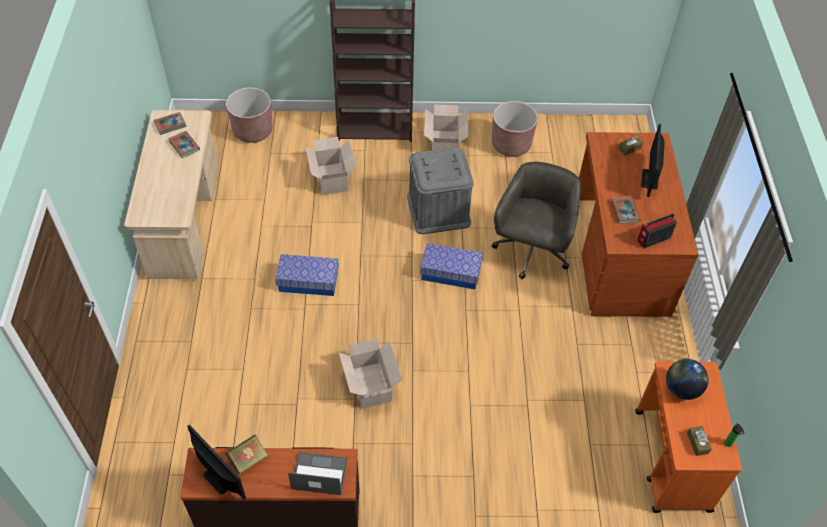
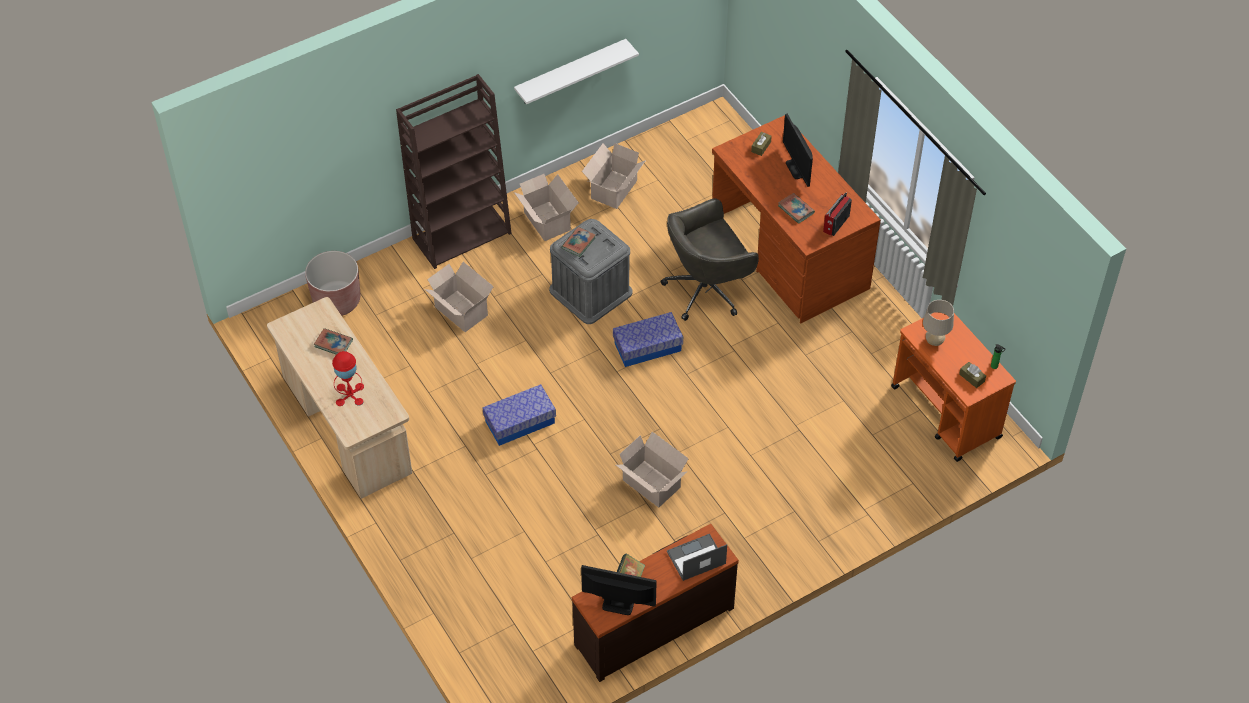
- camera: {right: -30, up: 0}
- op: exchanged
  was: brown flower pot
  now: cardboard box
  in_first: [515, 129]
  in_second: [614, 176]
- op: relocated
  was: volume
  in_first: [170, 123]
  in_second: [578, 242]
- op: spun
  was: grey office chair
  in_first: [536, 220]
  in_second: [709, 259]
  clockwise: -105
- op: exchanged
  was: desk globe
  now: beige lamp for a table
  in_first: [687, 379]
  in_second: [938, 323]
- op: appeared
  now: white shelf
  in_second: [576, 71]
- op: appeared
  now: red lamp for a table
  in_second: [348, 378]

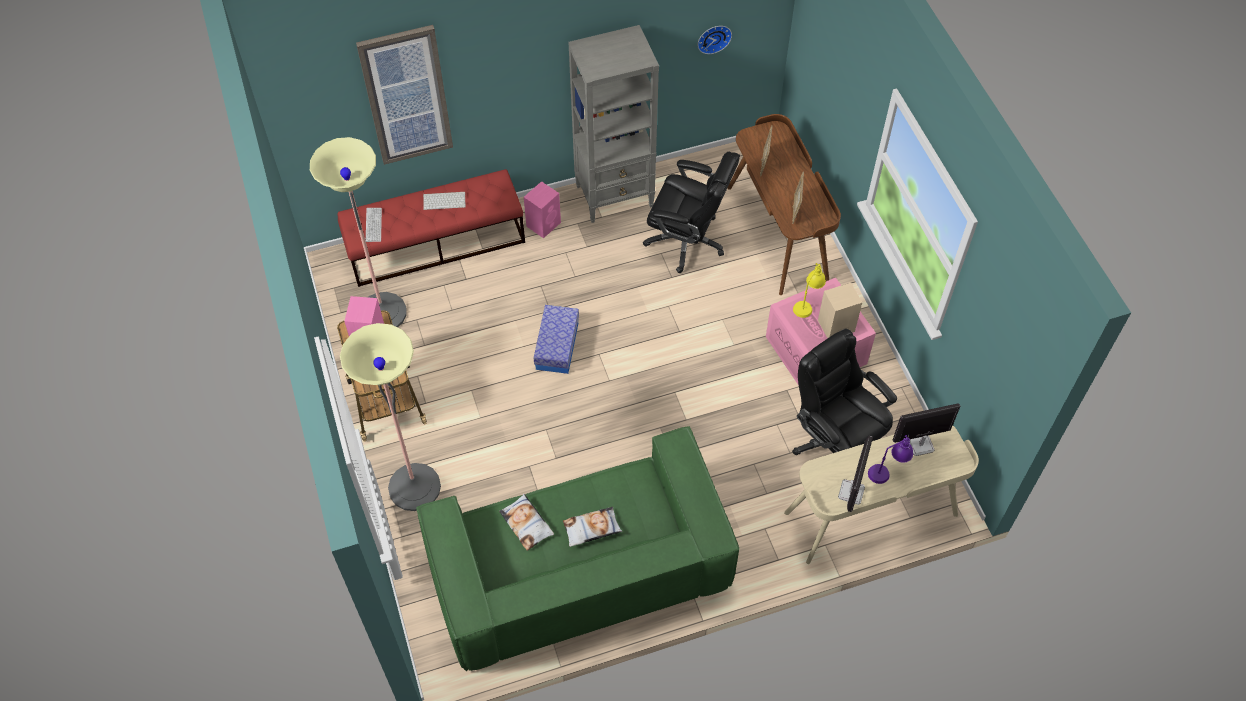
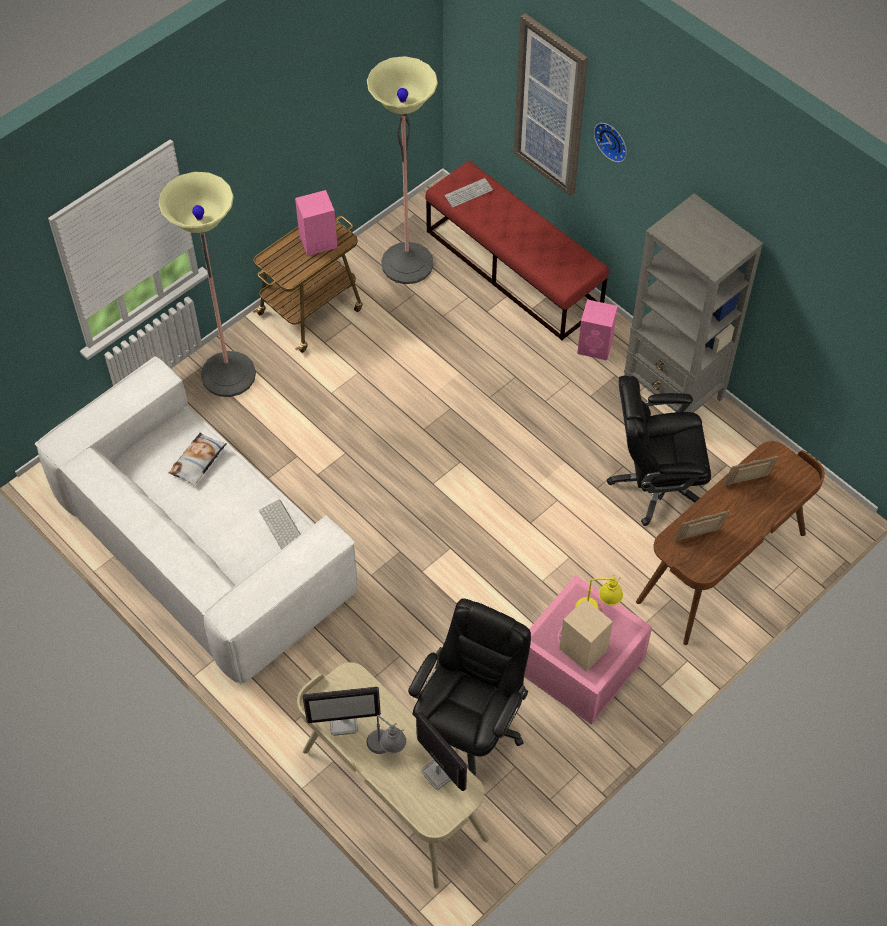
- camera: {right: 65, up: 0}
- op: relocated
  was: clock on the wall
  in_first: [715, 40]
  in_second: [610, 142]
- op: spun
  was: black-coloured office chair
  in_first: [691, 212]
  in_second: [659, 450]
  clockwise: 90
- op: relocated
  was: PC keyboard
  in_first: [444, 201]
  in_second: [280, 524]
- op: missing
  was: storage bin
  in_first: [556, 339]
- op: colour
  was: greenish couch
  now: white couch
  in_first: [578, 548]
  in_second: [196, 520]
- op: colour
  was: purple-coloured lamp for a table
  now: grey lamp for a table
  in_first: [890, 459]
  in_second: [386, 734]
- op: missing
  was: throw pillow
  in_first: [592, 527]

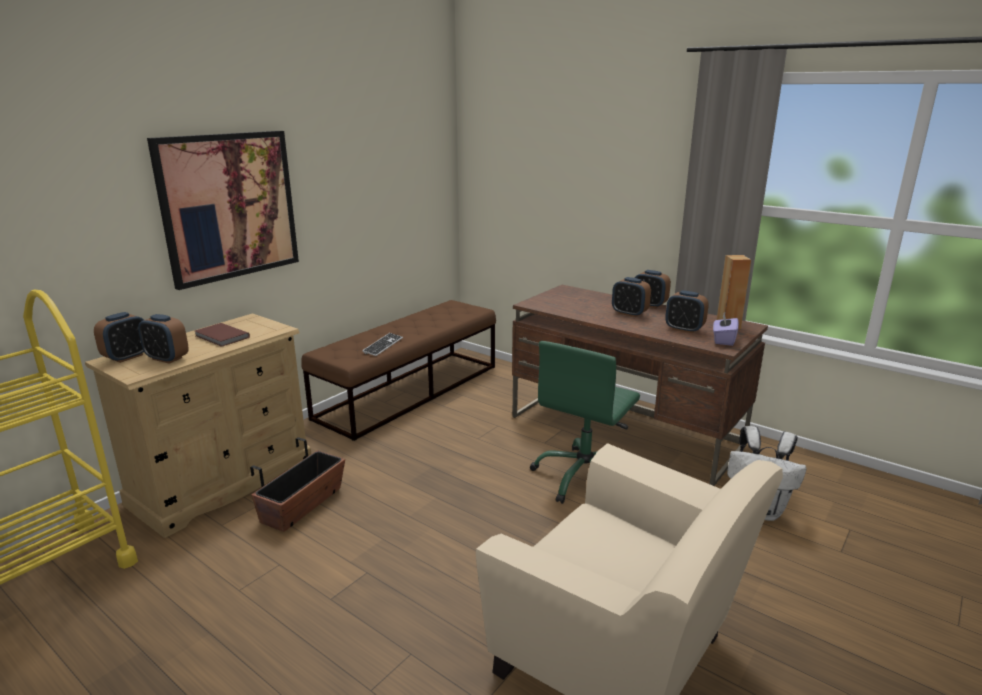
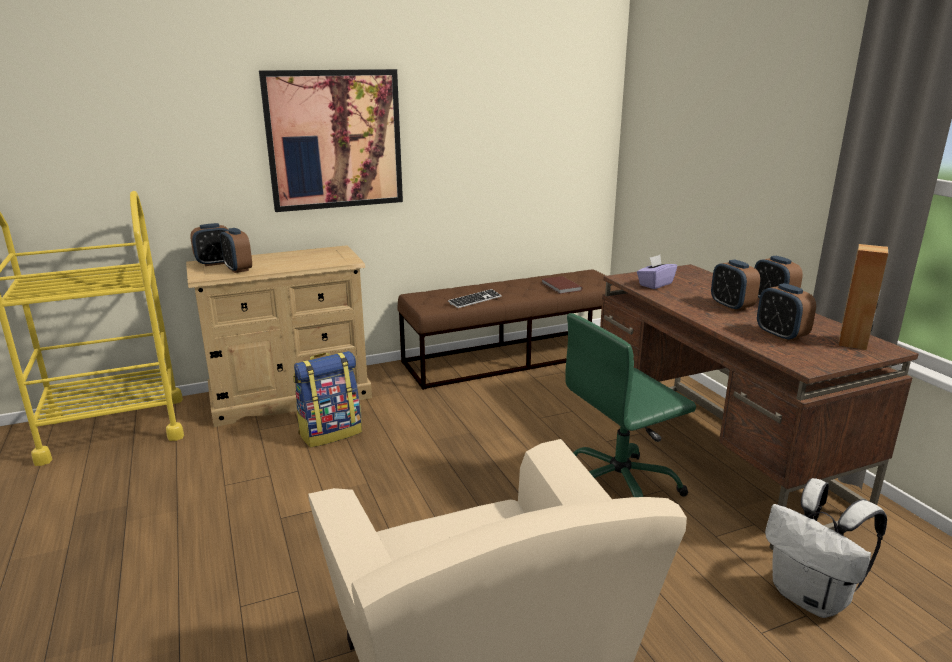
- camera: {right: 30, up: 0}
- op: relocated
  was: purple-coloured tissue holder
  in_first: [726, 329]
  in_second: [657, 272]
- op: relocated
  was: brown volume
  in_first: [222, 335]
  in_second: [562, 285]
- op: exchanged
  was: flower pot
  now: knapsack
  in_first: [297, 484]
  in_second: [327, 399]

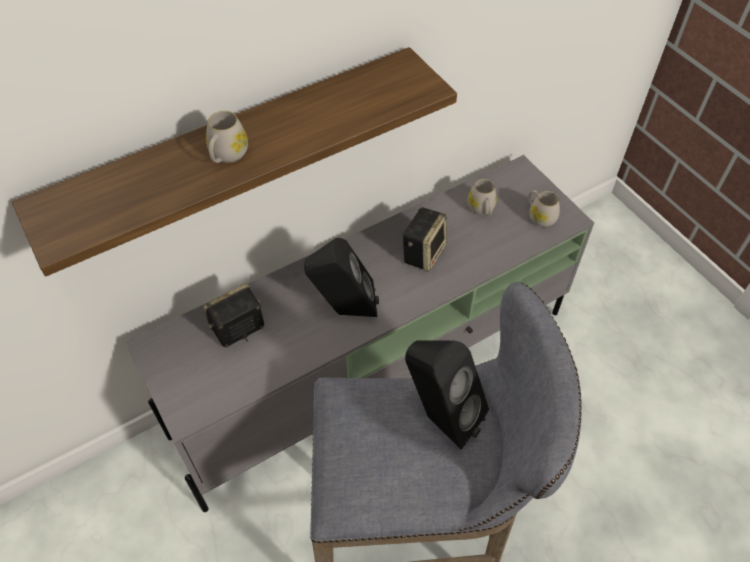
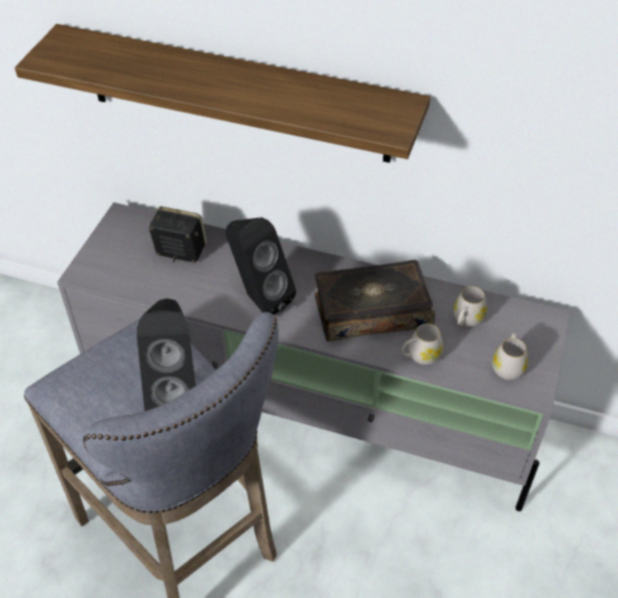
- camera: {right: 50, up: -5}
- op: relocated
  was: white coffee mug
  in_first: [227, 137]
  in_second: [422, 344]
- op: exchanged
  was: speaker
  now: volume
  in_first: [424, 239]
  in_second: [374, 300]

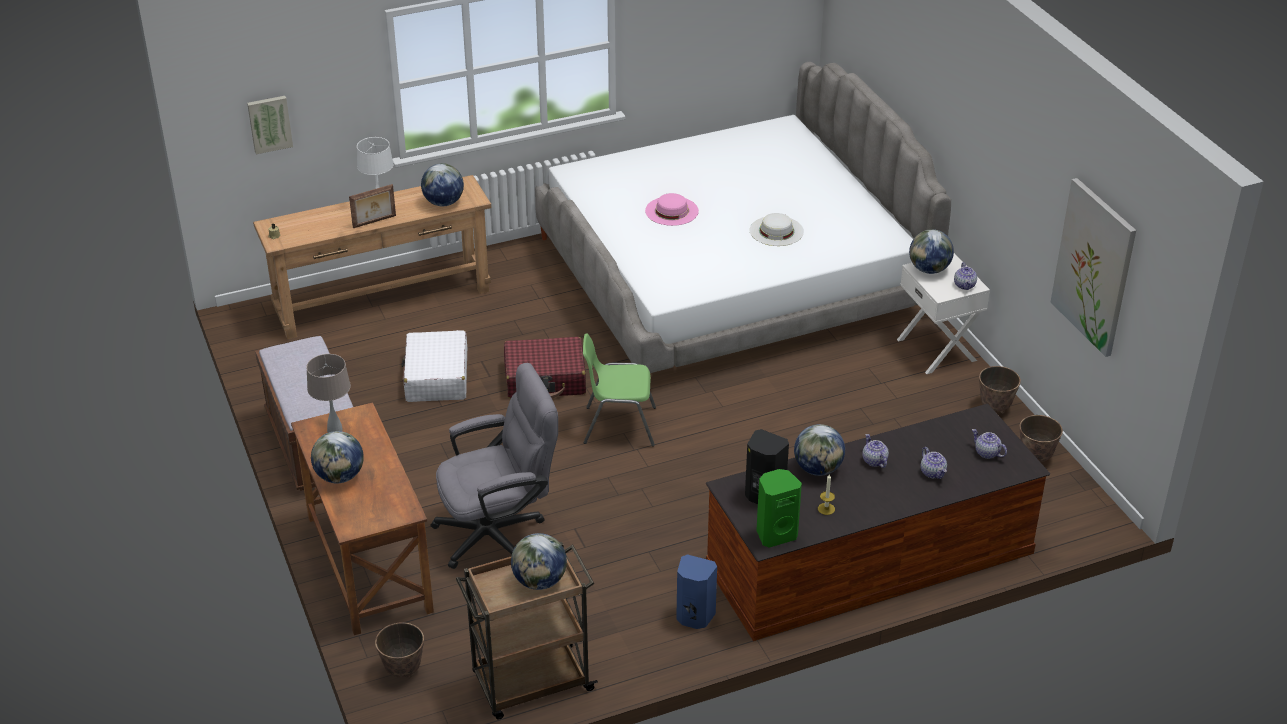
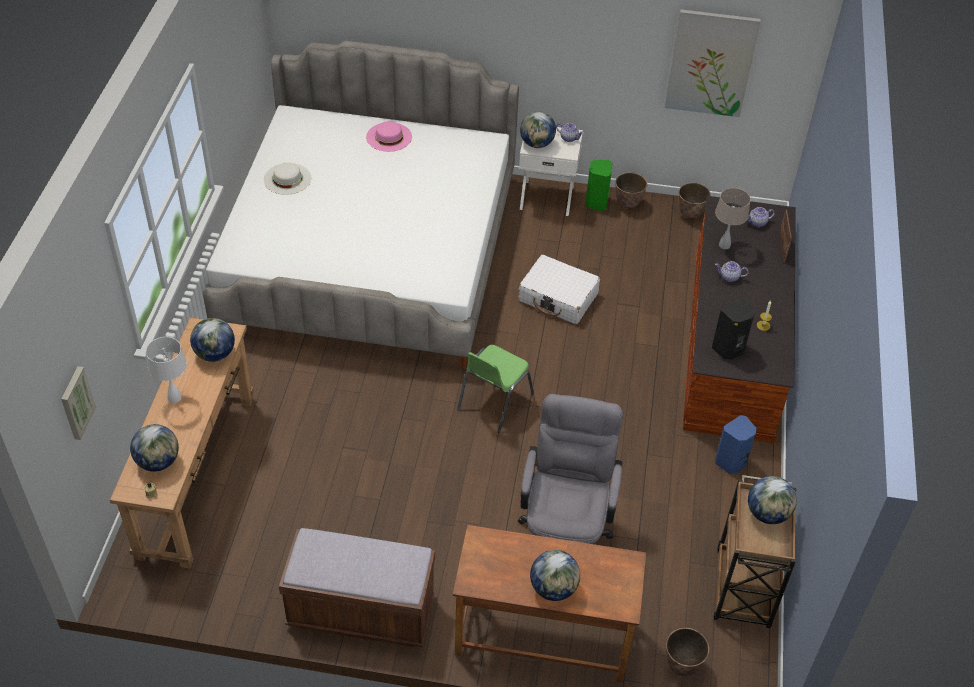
- camera: {right: -60, up: 10}
- op: relocated
  was: picture frame
  in_first: [372, 206]
  in_second: [785, 236]
- op: relocated
  was: pinkish hat
  in_first: [672, 209]
  in_second: [389, 136]
- op: relocated
  was: white hat
  in_first: [777, 229]
  in_second: [287, 179]
- op: relocated
  was: white piece of luggage
  in_first: [434, 366]
  in_second: [559, 289]
- op: missing
  was: red piece of luggage
  in_first: [545, 367]
- op: relocated
  was: beige lamp for a table
  in_first: [328, 393]
  in_second: [733, 218]
- op: relocated
  was: desk globe
  in_first: [819, 450]
  in_second: [154, 448]
- op: missing
  was: tea pot
  in_first: [934, 463]
- op: relocated
  was: greenish speaker
  in_first: [779, 508]
  in_second: [599, 185]

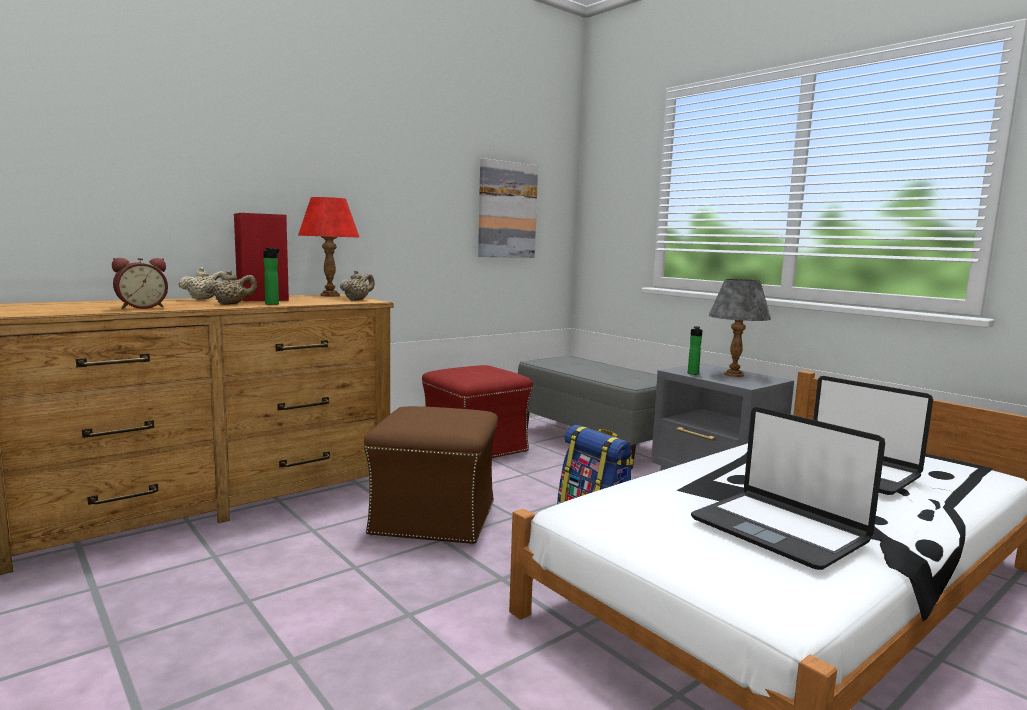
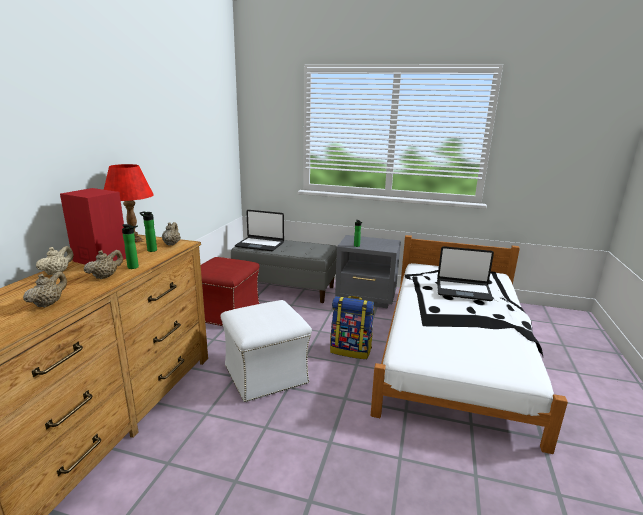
- camera: {right: -35, up: 10}
- op: missing
  was: wall art
  in_first: [508, 208]
- op: exchanged
  was: alarm clock
  now: beige tea pot
  in_first: [140, 283]
  in_second: [45, 289]
- op: missing
  was: grey lamp for a table
  in_first: [739, 328]
- op: colour
  was: brown footrest
  now: white footrest
  in_first: [431, 475]
  in_second: [266, 351]
- op: relocated
  was: laptop
  in_first: [788, 488]
  in_second: [259, 230]
- op: appeared
  now: drink bottle
  in_second: [148, 231]

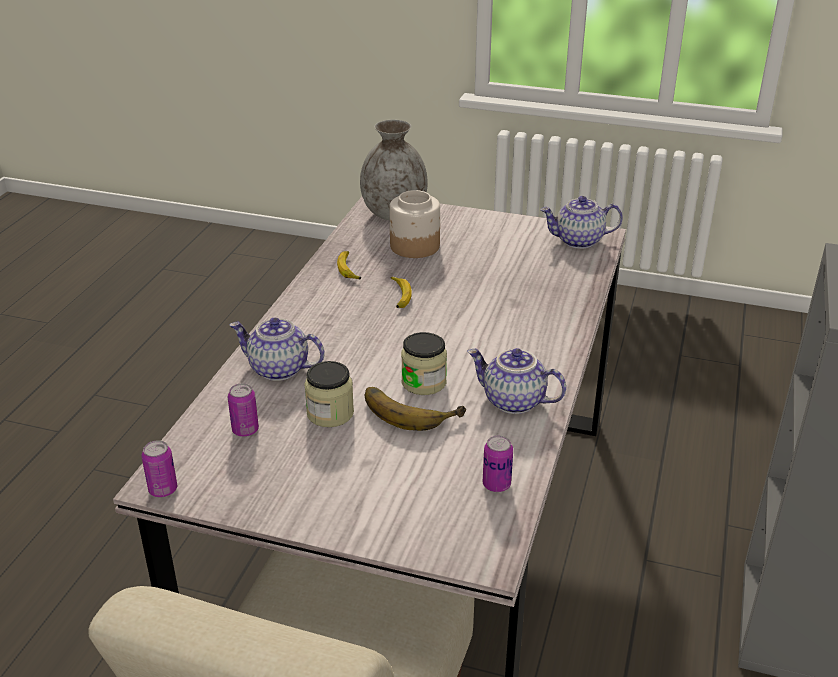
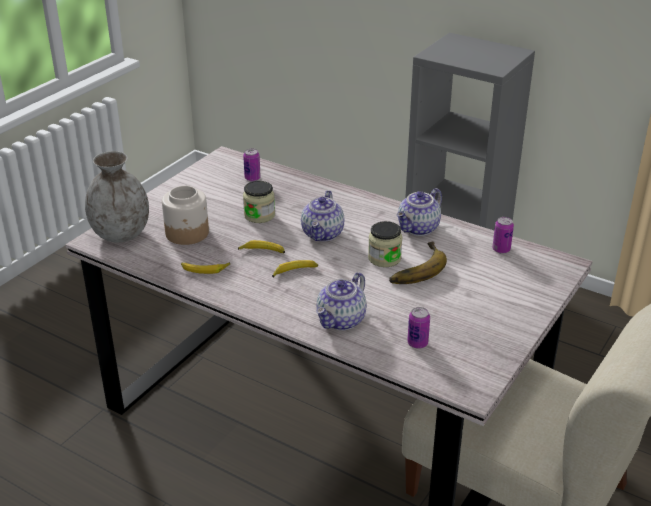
- camera: {right: -75, up: 0}
- op: relocated
  was: tea pot
  in_first: [582, 222]
  in_second: [322, 216]
- op: relocated
  was: preserve jar
  in_first: [329, 394]
  in_second: [259, 202]
- op: relocated
  was: can
  in_first: [159, 468]
  in_second: [252, 165]
- op: appeared
  now: banana
  in_second: [295, 269]

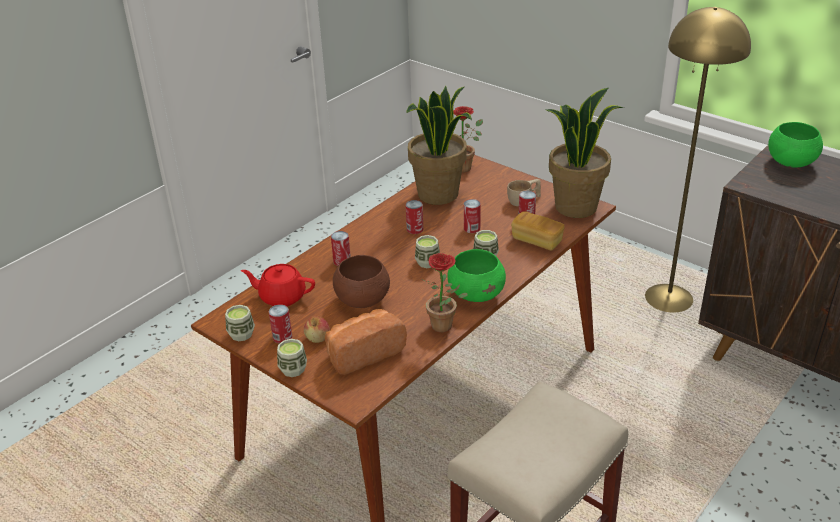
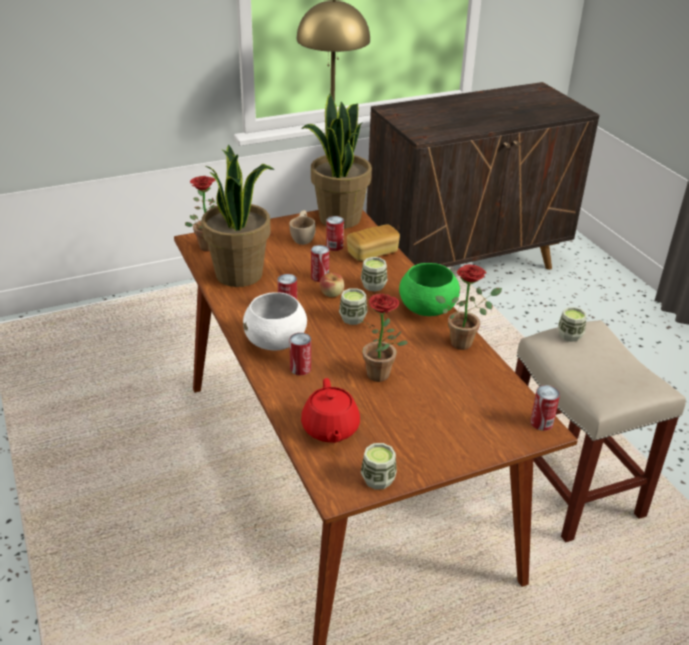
- camera: {right: -65, up: 0}
- op: missing
  was: greenish serving bowl
  in_first: [795, 145]
- op: exchanged
  was: brown serving bowl
  now: houseplant
  in_first: [361, 281]
  in_second: [384, 338]
- op: spun
  was: red tea pot
  in_first: [278, 285]
  in_second: [330, 410]
  clockwise: -45
- op: relocated
  was: can
  in_first: [280, 324]
  in_second: [545, 408]
- op: missing
  was: bread
  in_first: [366, 342]
- op: relocated
  was: apple
  in_first: [317, 329]
  in_second: [332, 285]
- op: relocated
  was: small cup
  in_first: [292, 358]
  in_second: [572, 324]
- op: appeared
  now: white serving bowl
  in_second: [275, 321]

